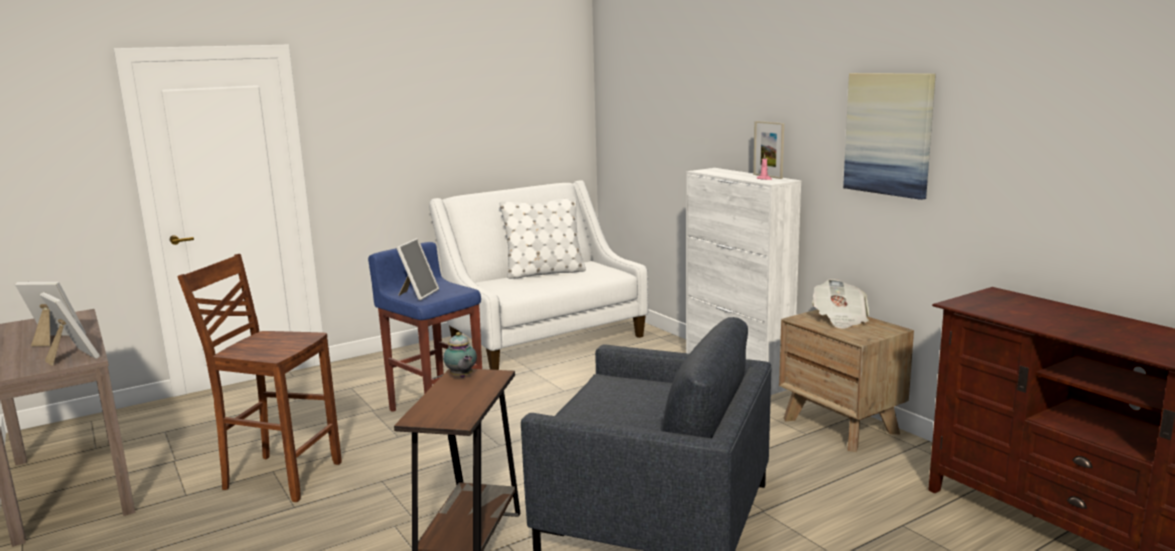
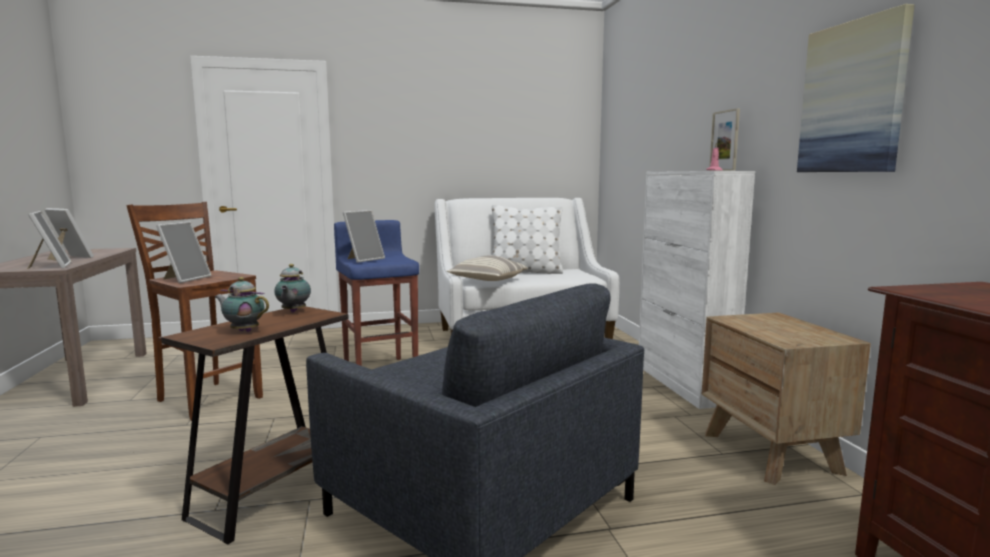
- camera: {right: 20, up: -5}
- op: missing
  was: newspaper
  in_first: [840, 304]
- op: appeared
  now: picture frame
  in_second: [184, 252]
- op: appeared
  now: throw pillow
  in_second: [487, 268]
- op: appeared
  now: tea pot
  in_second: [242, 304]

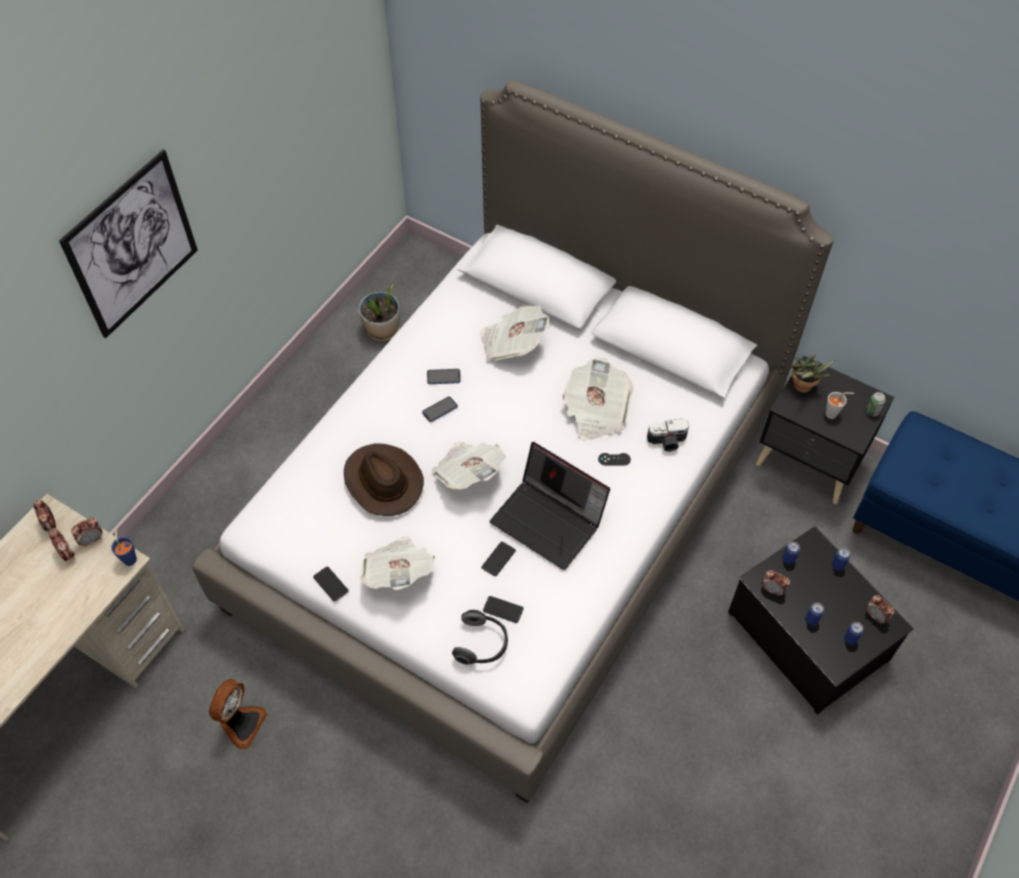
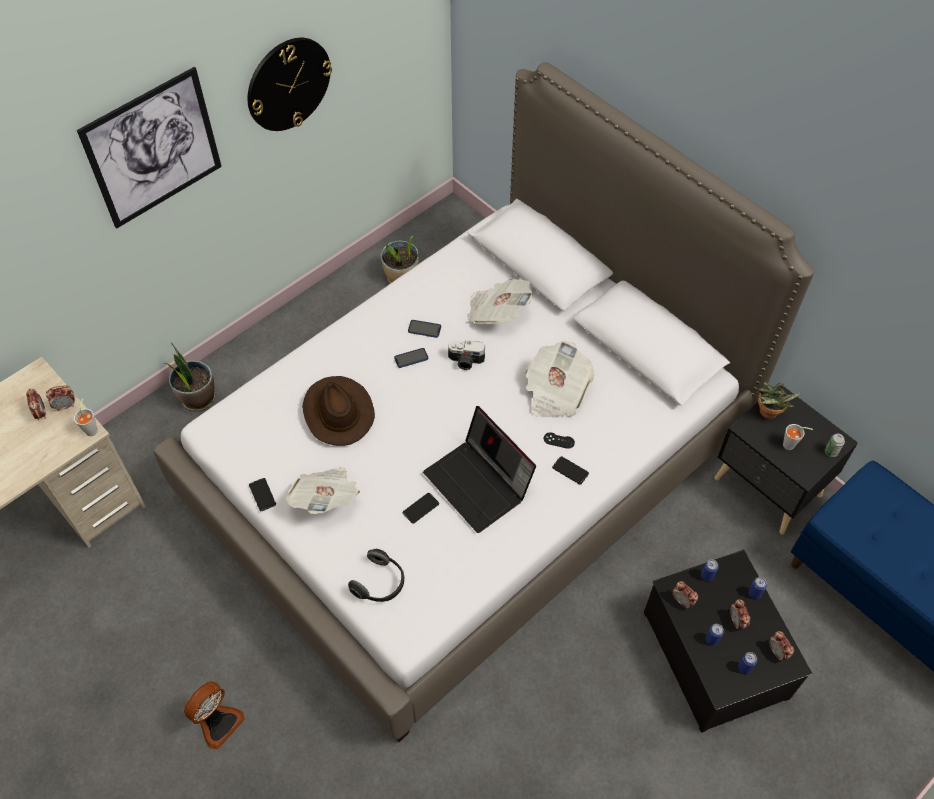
- camera: {right: 15, up: 0}
- op: relocated
  was: still camera
  in_first: [668, 435]
  in_second: [466, 355]
- op: missing
  was: newspaper
  in_first: [469, 465]
- op: relocated
  was: alarm clock
  in_first: [44, 516]
  in_second: [740, 614]
- op: colour
  was: blue-coloured small cup
  now: grey small cup
  in_first: [124, 546]
  in_second: [86, 417]
- op: relocated
  was: phone
  in_first: [503, 609]
  in_second: [570, 470]
- op: relocated
  was: cooling fan
  in_first: [238, 714]
  in_second: [214, 715]
- op: appeared
  now: clock on the wall
  in_second: [290, 84]
- op: appeared
  now: houseplant
  in_second: [189, 376]

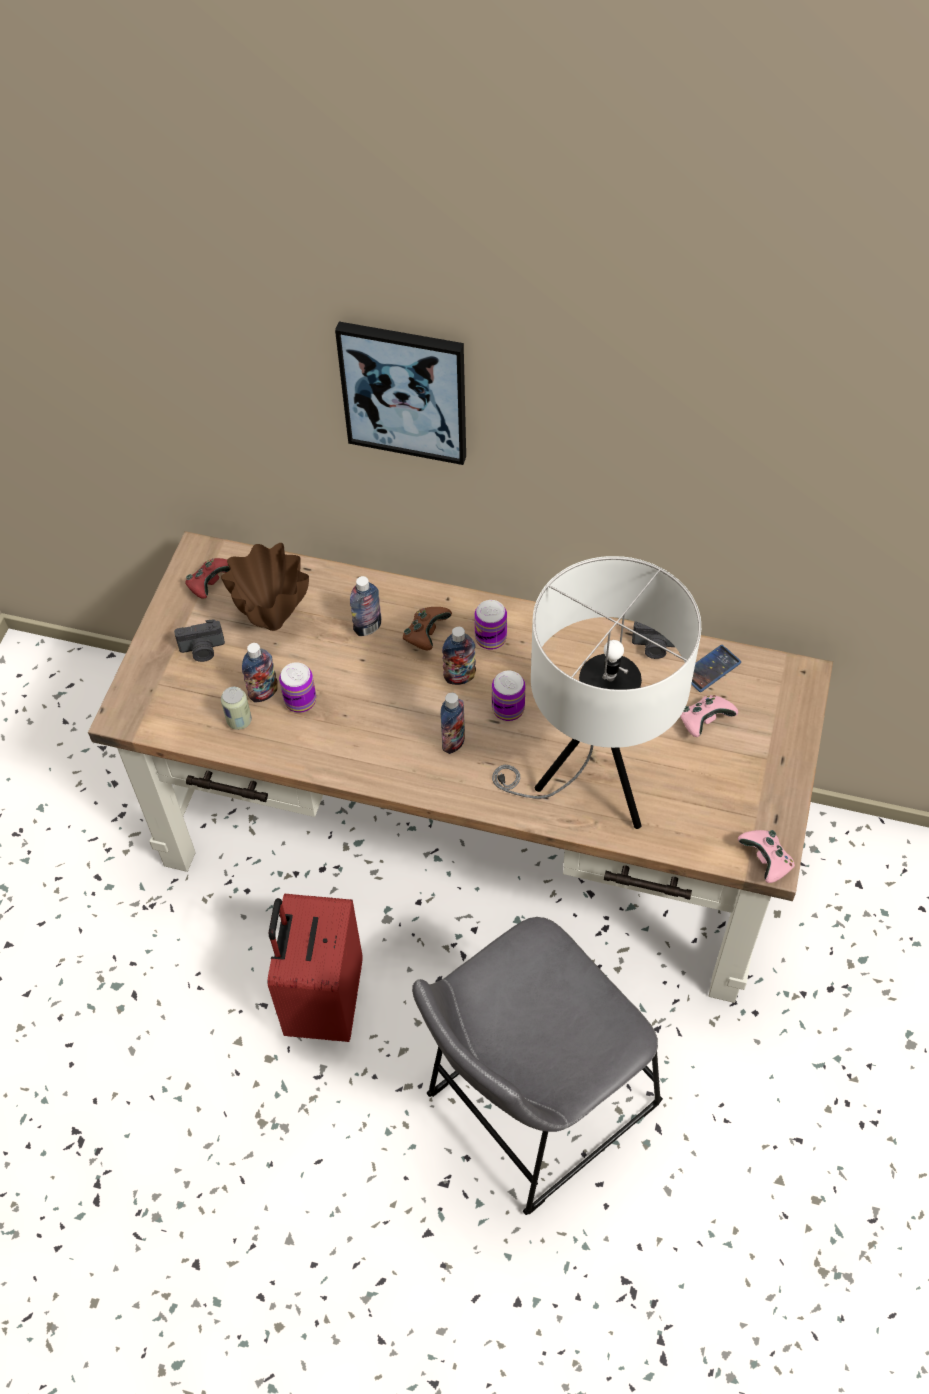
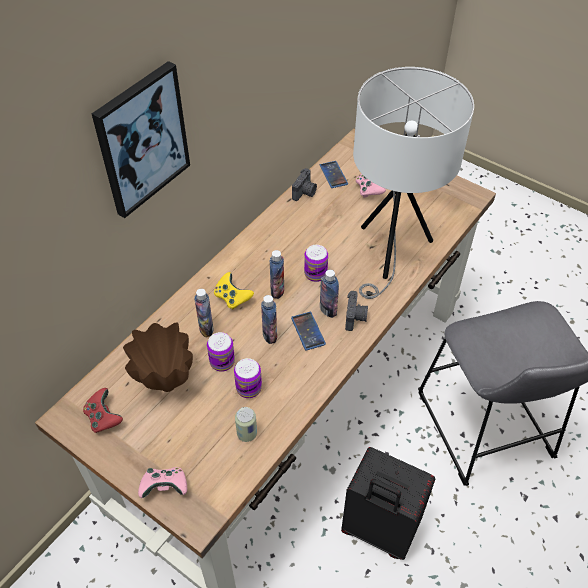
- camera: {right: -70, up: -5}
- op: relocated
  was: can
  in_first: [490, 625]
  in_second: [221, 352]
- op: colour
  was: brown joypad
  now: yellowish joypad
  in_first: [427, 628]
  in_second: [234, 290]
- op: relocated
  was: still camera
  in_first: [199, 640]
  in_second: [356, 311]
- op: relocated
  was: drink bottle
  in_first: [260, 673]
  in_second: [269, 319]
- op: relocated
  was: pinkish joypad
  in_first: [766, 856]
  in_second: [162, 482]
- op: colour
  was: red piece of luggage
  now: black-coloured piece of luggage
  in_first: [315, 968]
  in_second: [388, 503]
- op: appeared
  now: phone
  in_second: [308, 331]

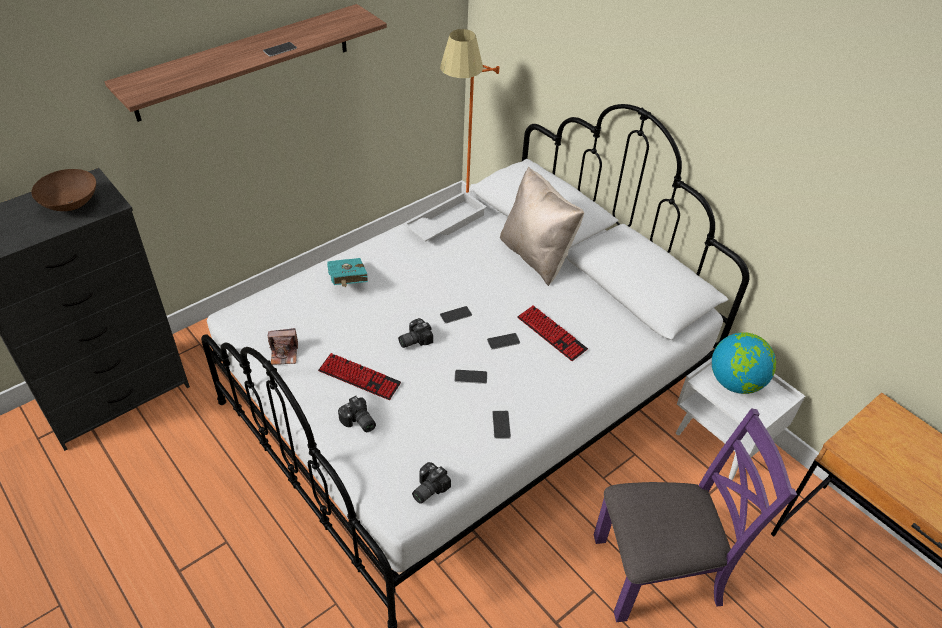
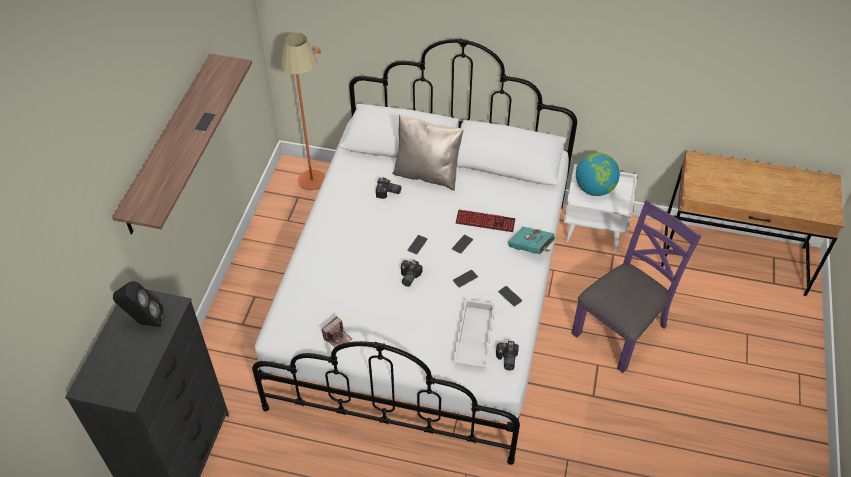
- camera: {right: -35, up: 5}
- op: exchanged
  was: brown serving bowl
  now: black-coloured speaker
  in_first: [63, 190]
  in_second: [138, 304]
- op: relocated
  was: white carrying tray
  in_first: [445, 216]
  in_second: [474, 333]
- op: relocated
  was: turquoise volume
  in_first: [347, 272]
  in_second: [531, 240]
- op: missing
  was: PC keyboard
  in_first: [359, 376]
- op: relocated
  was: still camera
  in_first: [357, 414]
  in_second: [388, 188]

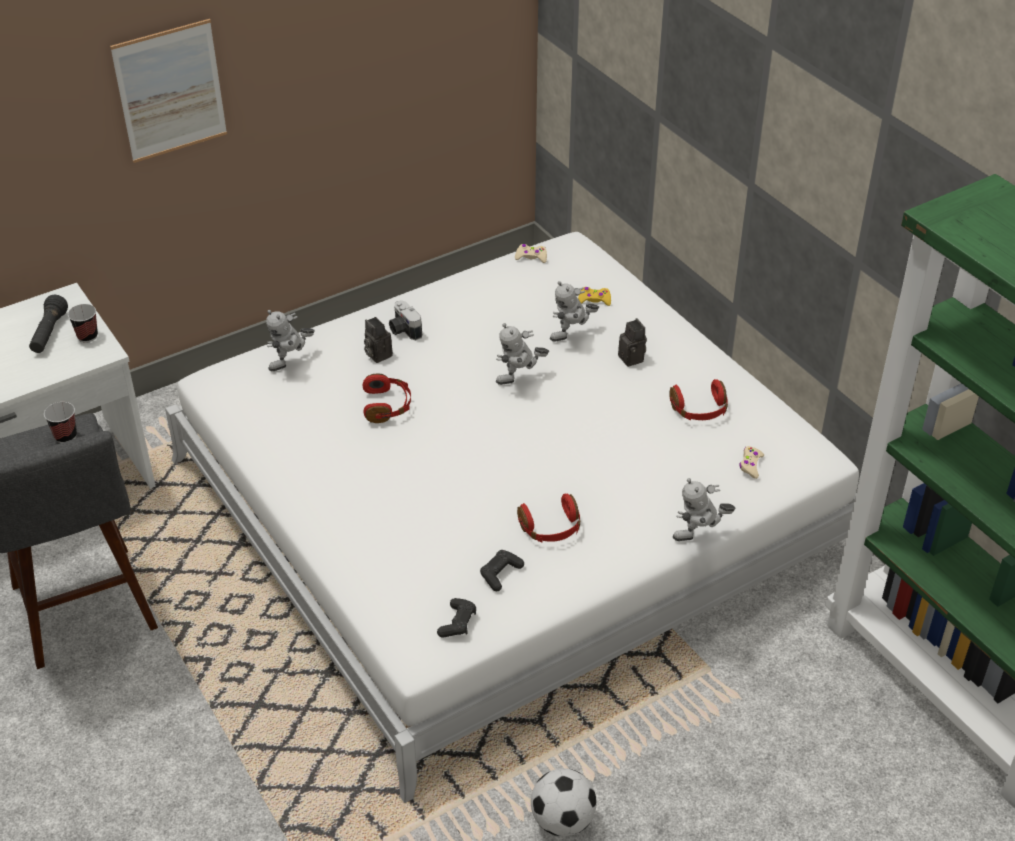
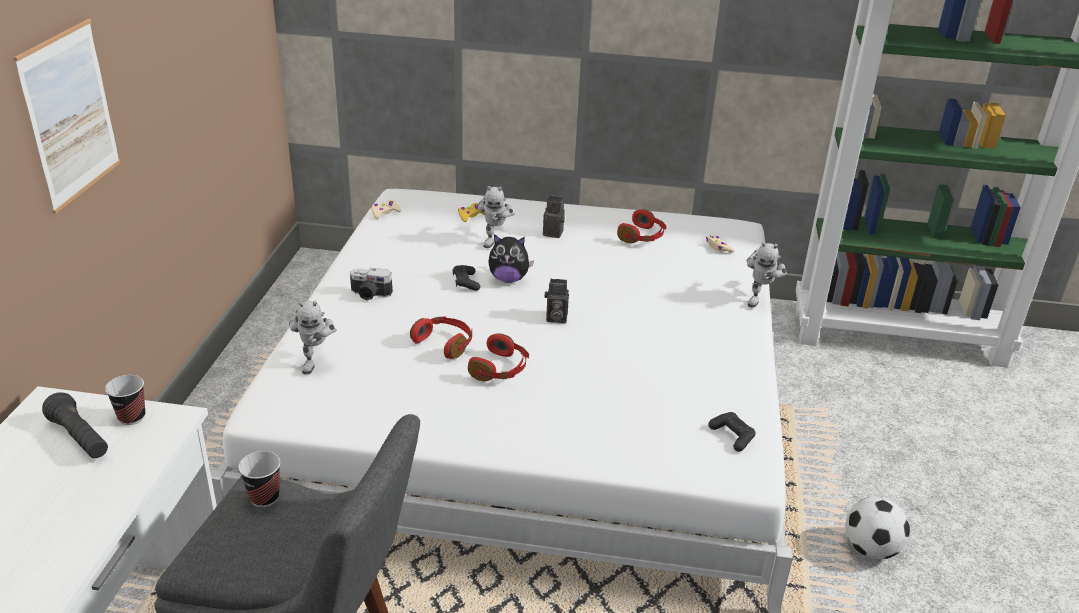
- camera: {right: -50, up: -10}
- op: relocated
  was: still camera
  in_first: [378, 340]
  in_second: [557, 301]
- op: exchanged
  was: model robot
  now: soft toy
  in_first: [522, 354]
  in_second: [511, 258]
- op: relocated
  was: red headphones
  in_first: [548, 517]
  in_second: [498, 357]
- op: relocated
  was: black-coloured joypad
  in_first: [502, 570]
  in_second: [466, 278]

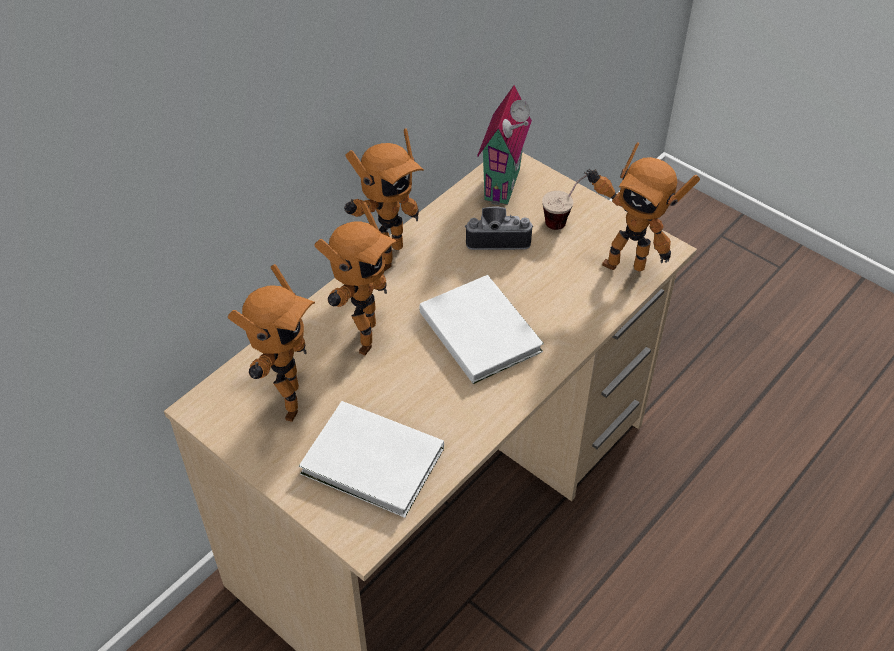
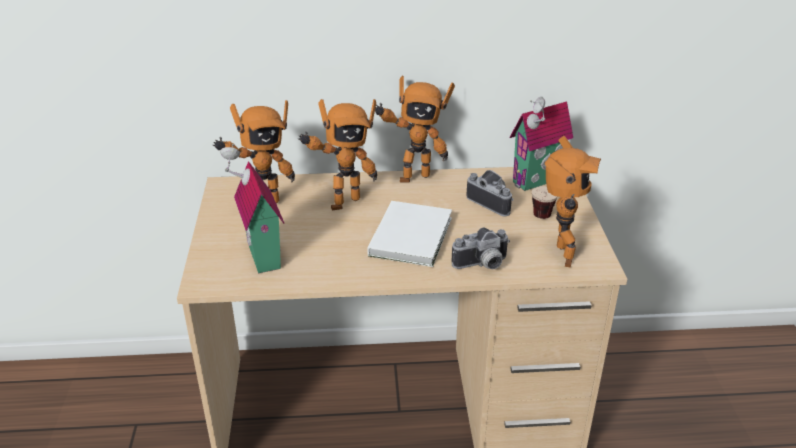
- camera: {right: 45, up: -15}
- op: spun
  was: model robot
  in_first: [642, 206]
  in_second: [573, 202]
  clockwise: -150
- op: exchanged
  was: white volume
  now: miniature house
  in_first: [371, 459]
  in_second: [252, 209]
- op: appeared
  now: still camera
  in_second: [480, 248]

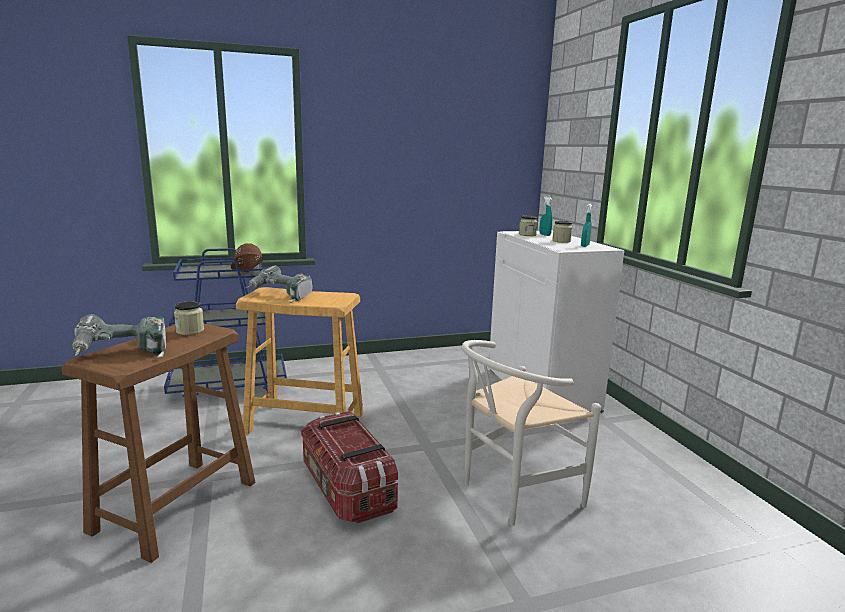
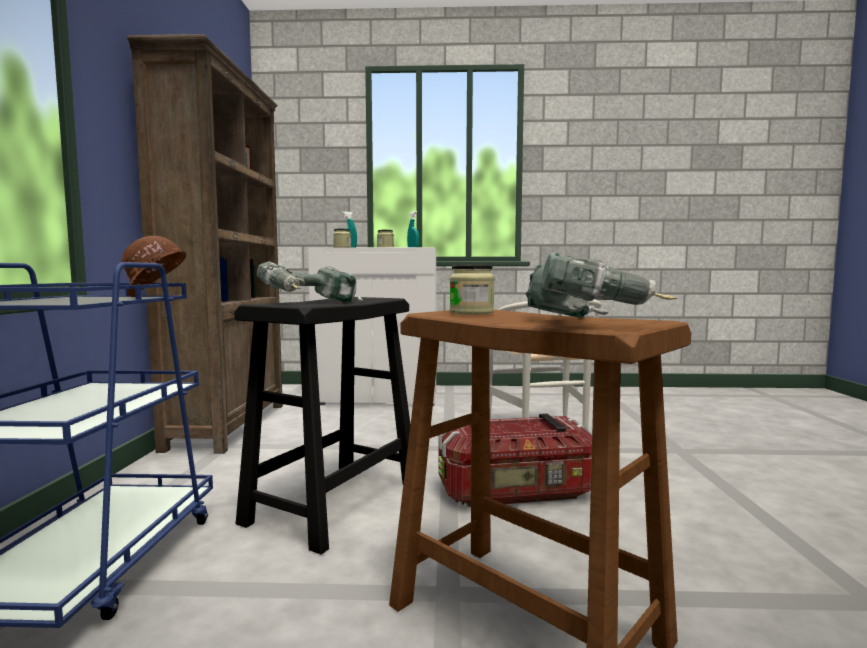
- camera: {right: -70, up: -10}
- op: colour
  was: beige sitting stool
  now: black-coloured sitting stool
  in_first: [299, 361]
  in_second: [322, 426]
- op: appeared
  now: brown bookcase
  in_second: [205, 244]

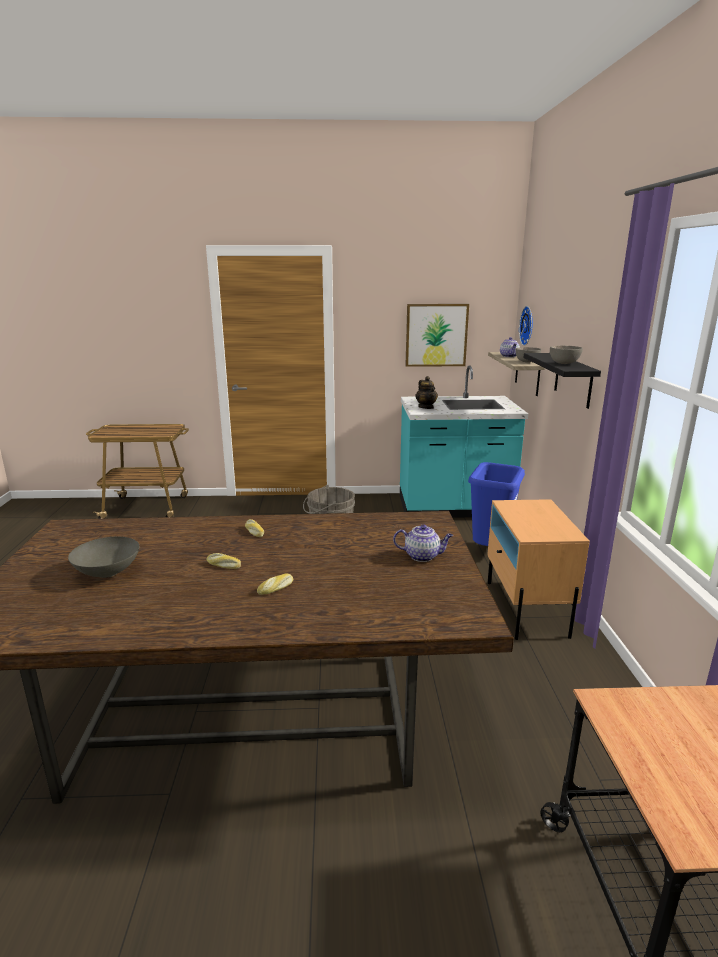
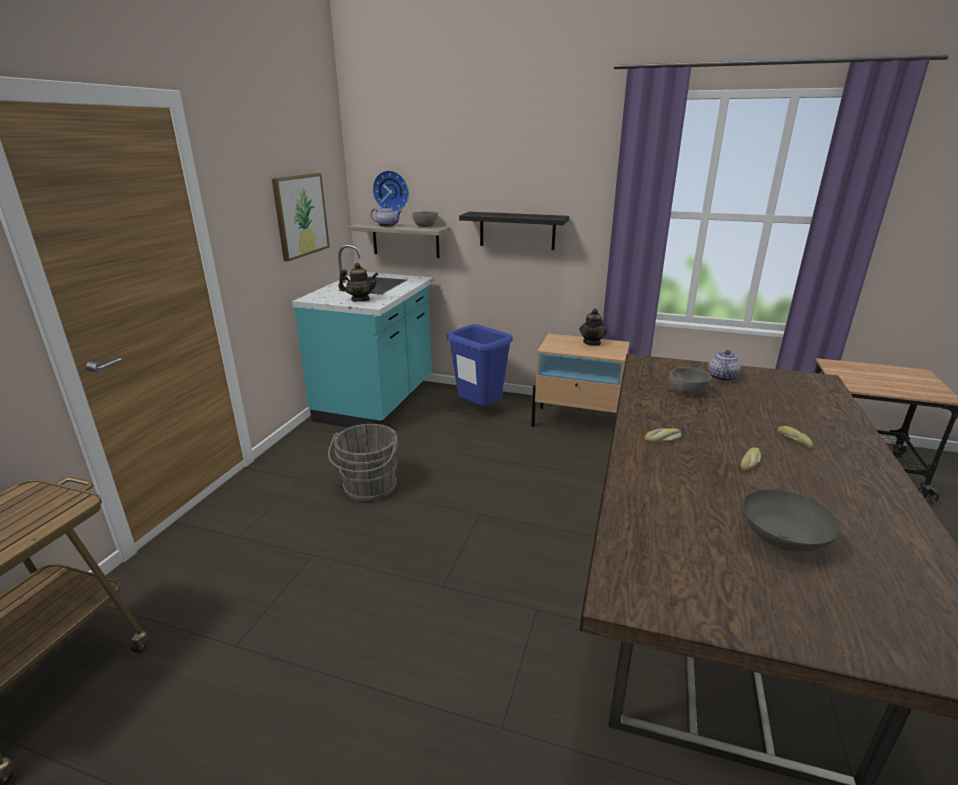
- camera: {right: -70, up: 5}
- op: relocated
  was: grey serving bowl
  in_first: [566, 354]
  in_second: [690, 381]
- op: appeared
  now: tea pot
  in_second: [593, 327]

